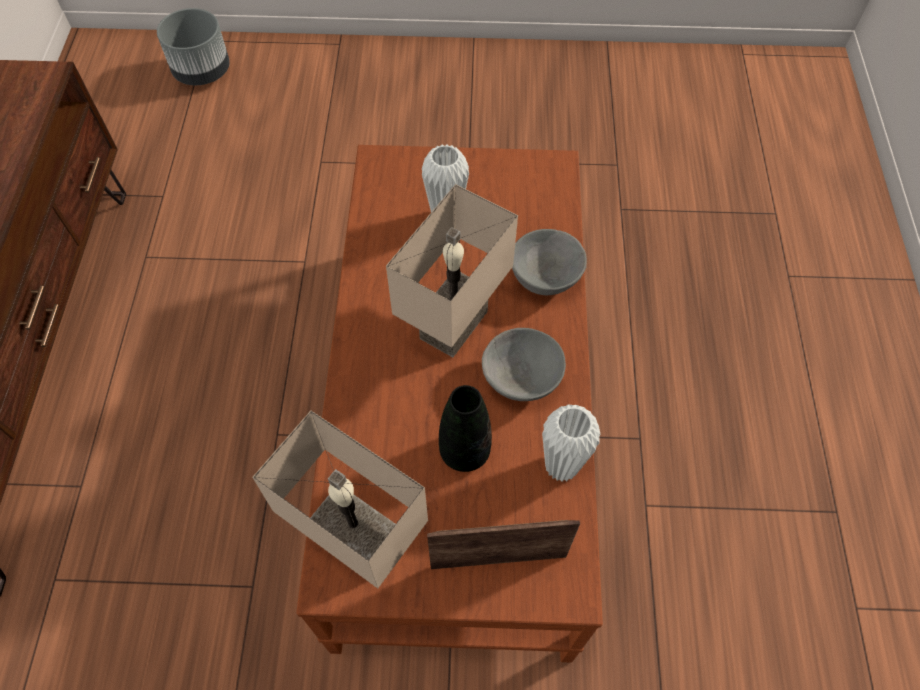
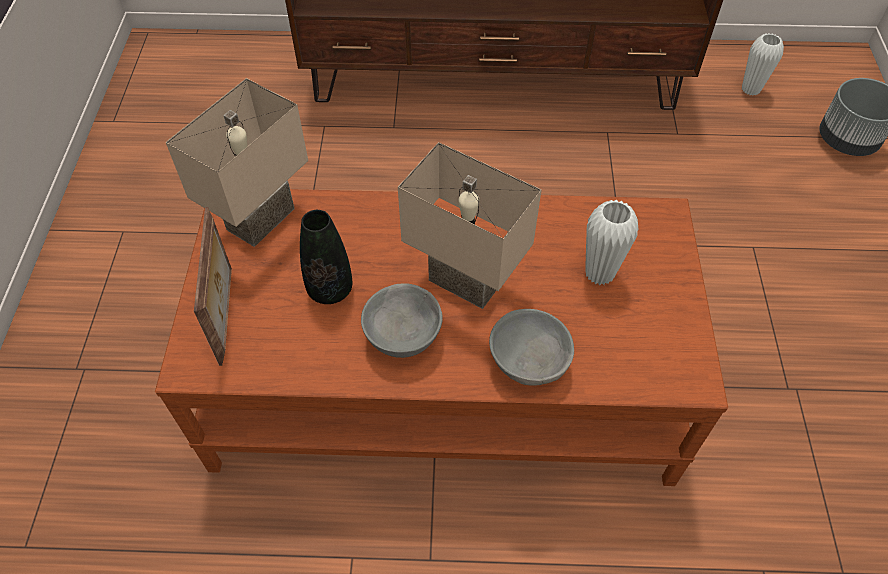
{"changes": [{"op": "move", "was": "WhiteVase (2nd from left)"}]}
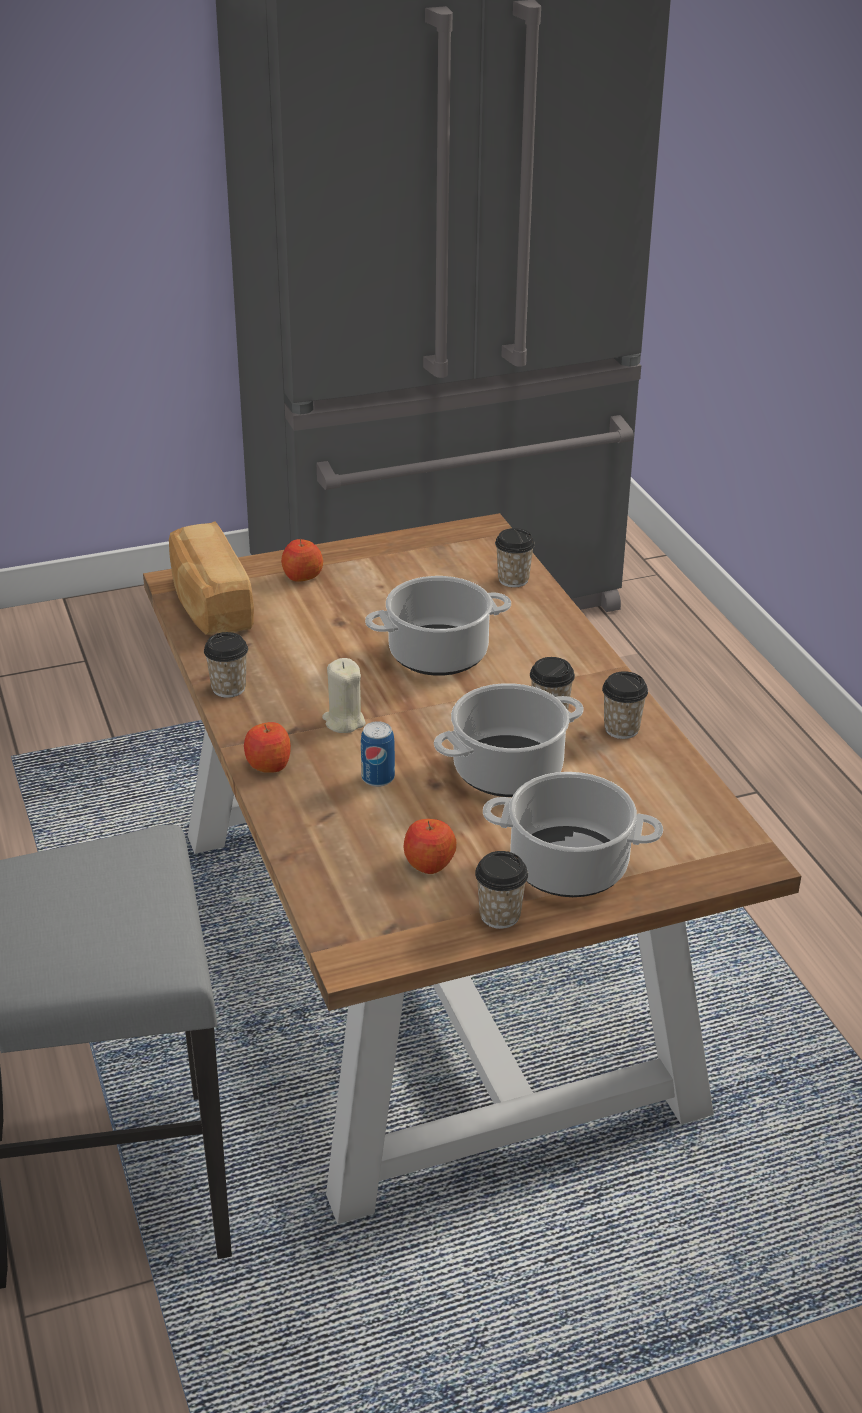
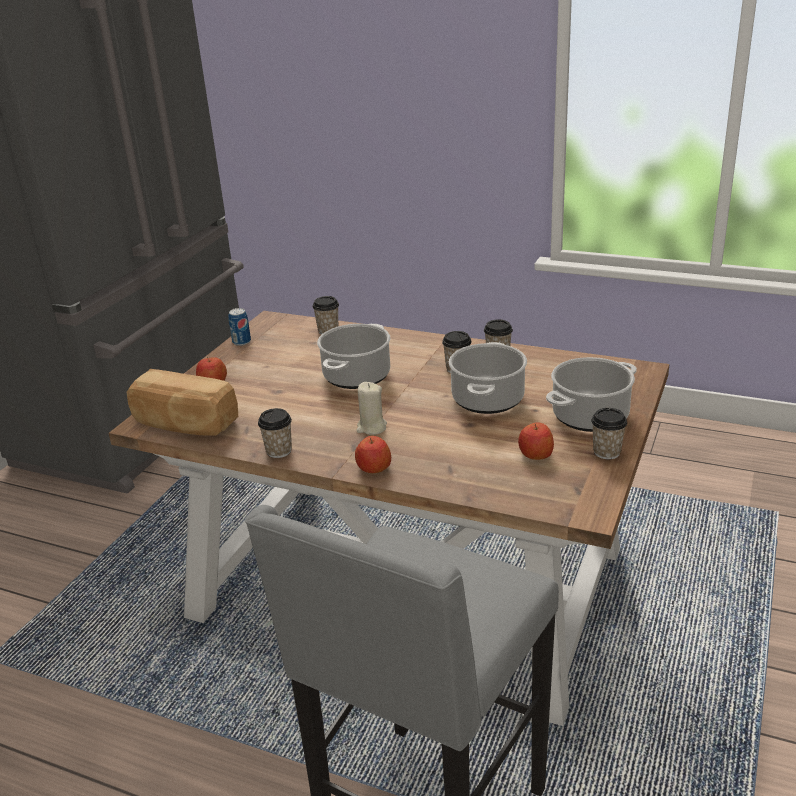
{"changes": [{"op": "move", "was": "SealedCan"}]}
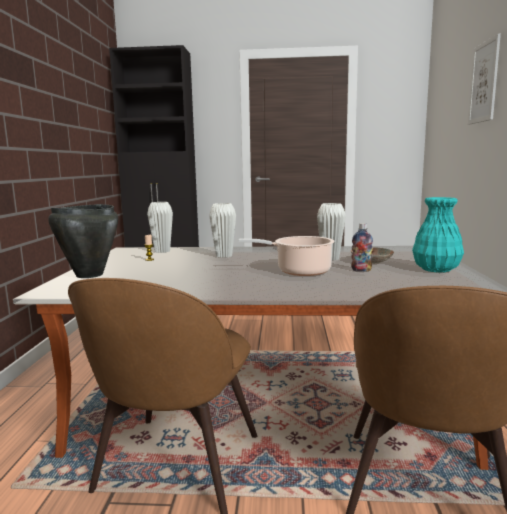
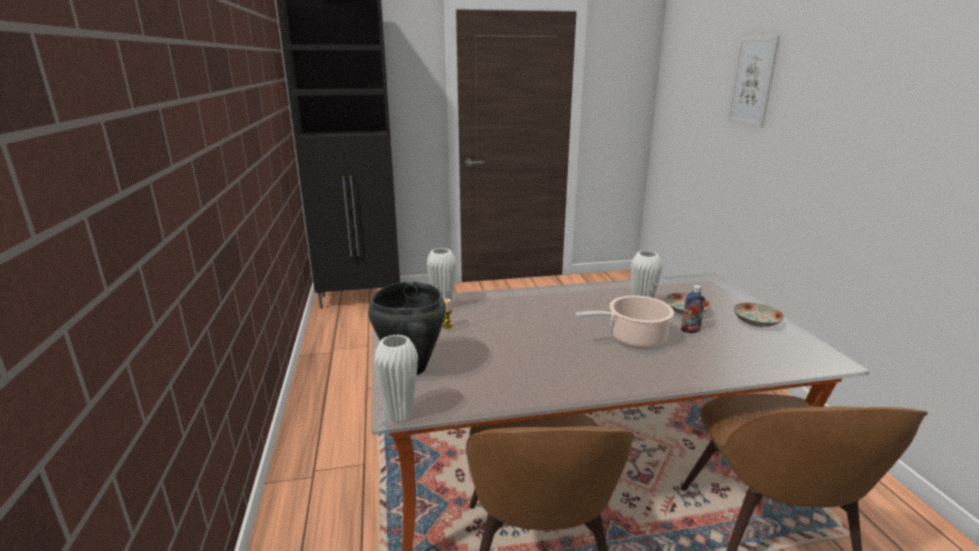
{"changes": [{"op": "move", "was": "WhiteVase (2nd from left in the first image)", "now": "WhiteVase (1st from left)"}, {"op": "replace", "was": "TurquoiseColouredVase", "now": "FlatDish (2nd from left)"}]}
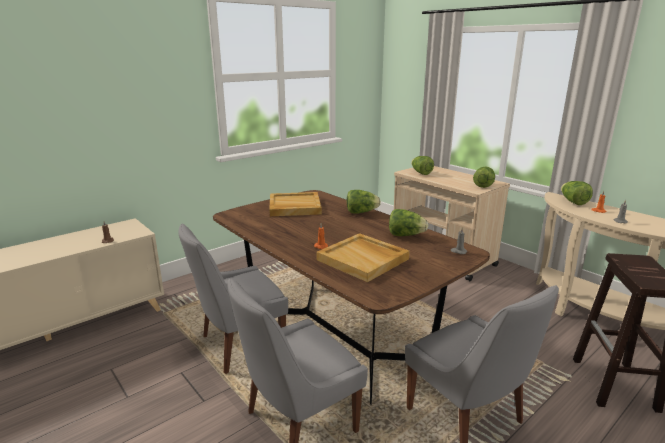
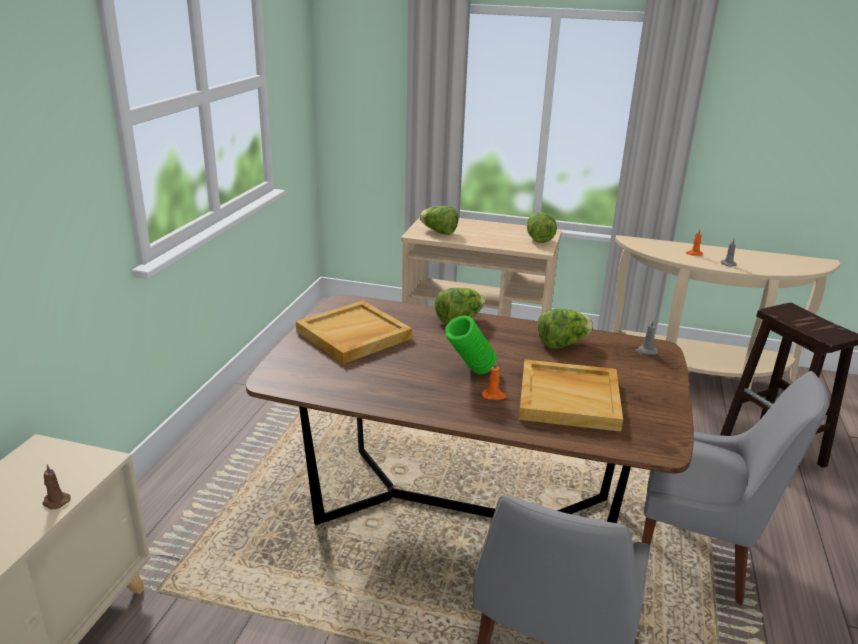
{"changes": [{"op": "delete", "was": "GreyishPlainChair (1st from left)"}, {"op": "delete", "was": "LettuceHead (5th from left)"}, {"op": "insert", "now": "GreenColouredVase"}]}
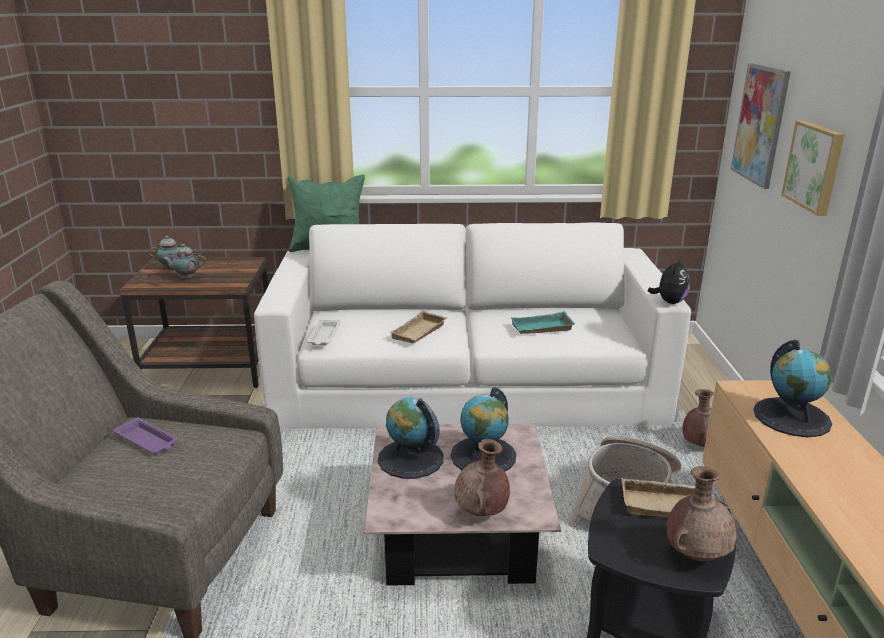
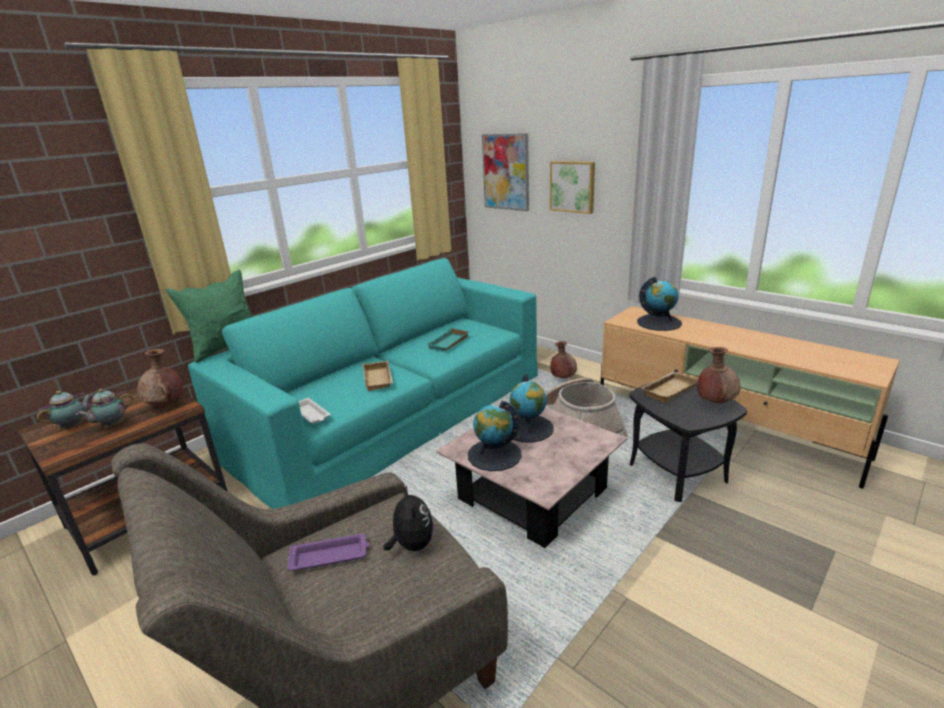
{"changes": [{"op": "move", "was": "BrownishVase (1st from left)"}, {"op": "move", "was": "SoftToy"}, {"op": "recolor", "was": "WhiteSettee", "now": "TurquoiseColouredSettee"}]}
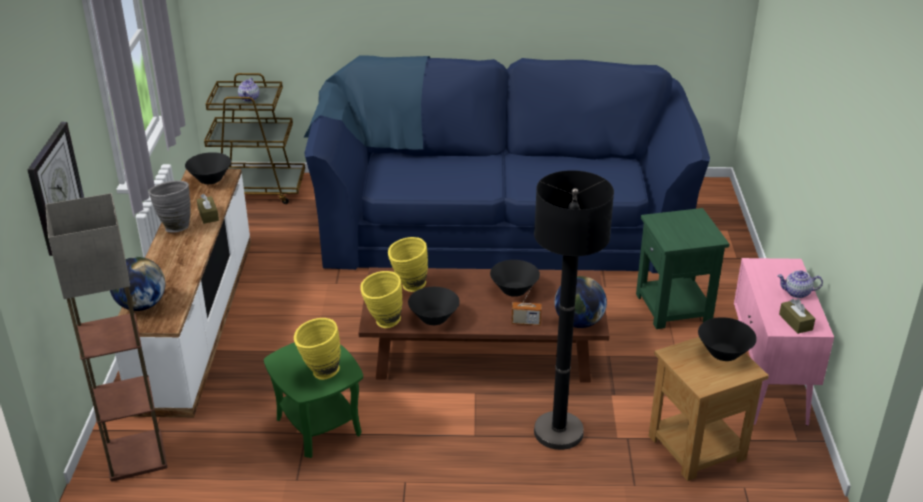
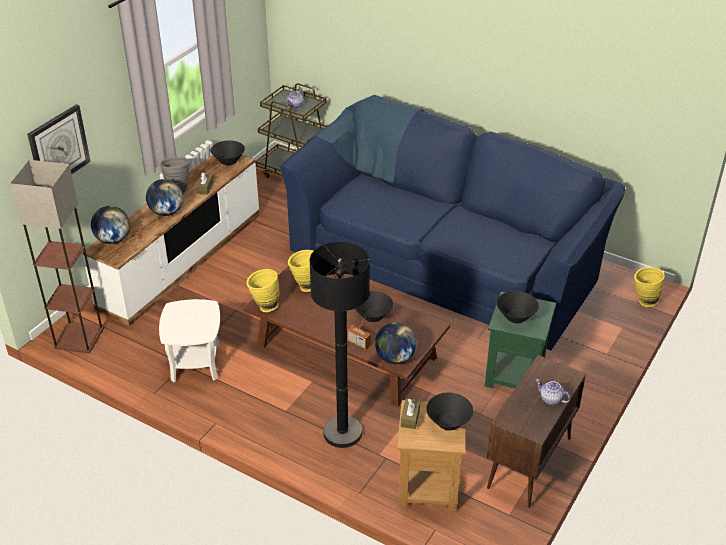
{"changes": [{"op": "insert", "now": "DeskGlobe (2nd from left)"}, {"op": "move", "was": "YellowColouredVase (1st from left in the first image)", "now": "YellowColouredVase (3rd from left)"}, {"op": "move", "was": "BlackishBowl (2nd from left in the first image)", "now": "BlackishBowl (4th from left)"}, {"op": "move", "was": "BrownishTissueBox (2nd from left)"}, {"op": "recolor", "was": "GreenColouredSideTable (1st from left)", "now": "WhiteSideTable"}, {"op": "recolor", "was": "PinkishCabinet", "now": "BrownishCabinet"}]}
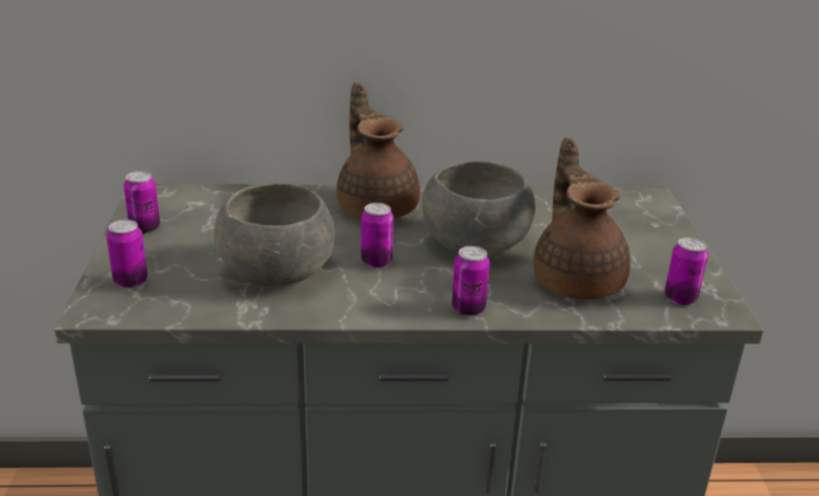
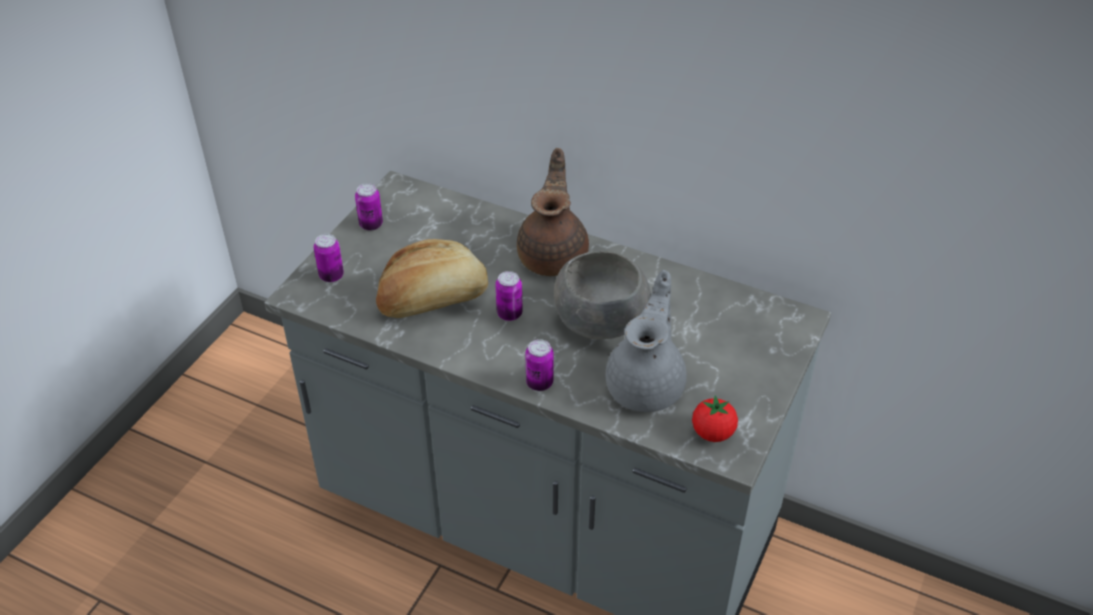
{"changes": [{"op": "replace", "was": "GreyishBowl (1st from left)", "now": "BakeryBread"}, {"op": "replace", "was": "SealedCan (5th from left)", "now": "WholeTomato"}, {"op": "recolor", "was": "BrownishTeaPot (2nd from left)", "now": "GreyishTeaPot"}]}
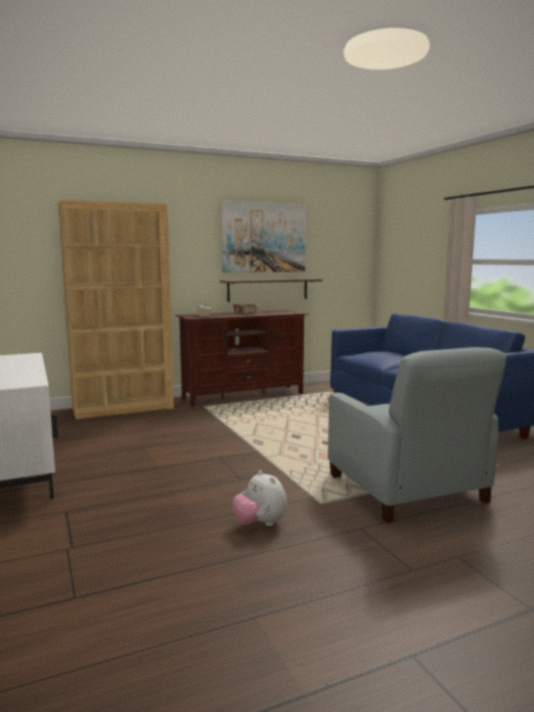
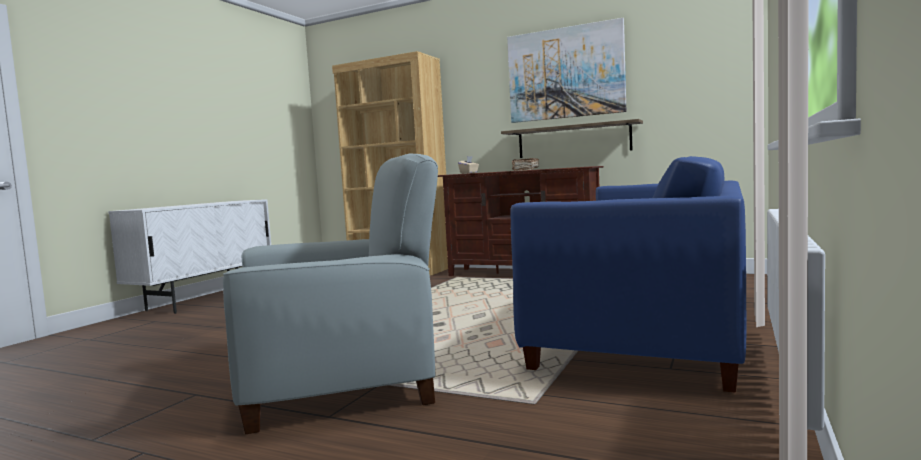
{"changes": [{"op": "delete", "was": "SoftToy"}, {"op": "rotate", "was": "GreyishArmchair", "clockwise": -135}]}
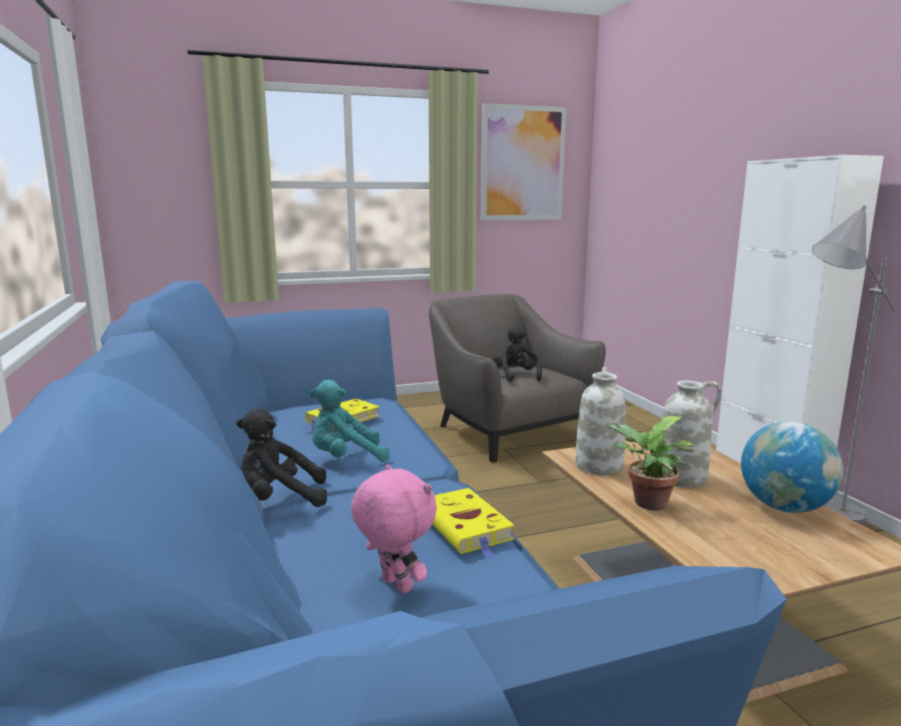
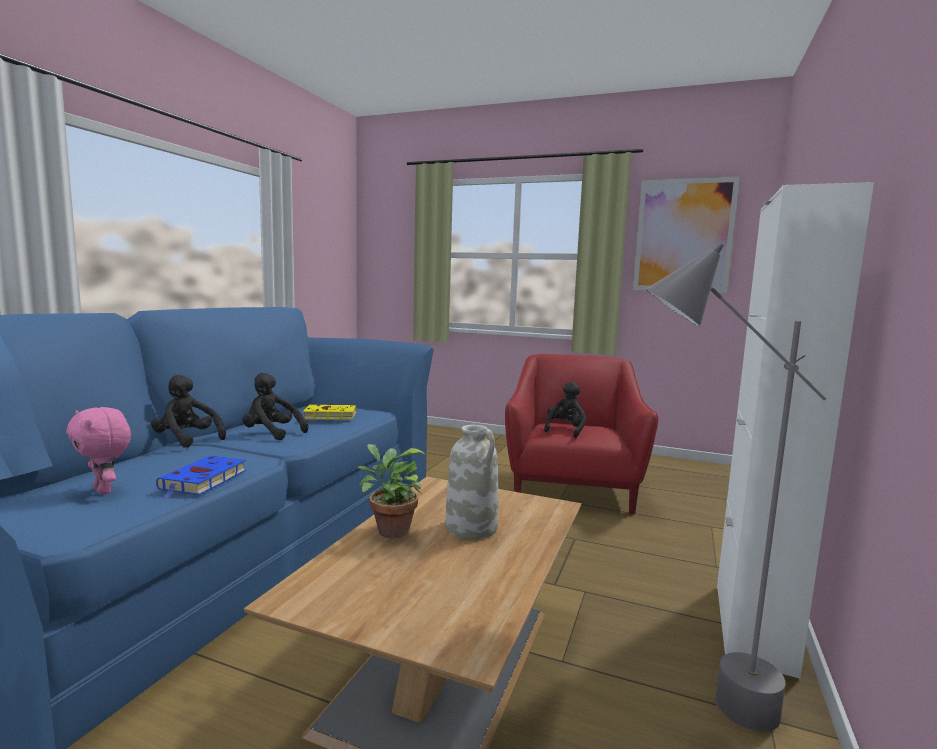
{"changes": [{"op": "delete", "was": "WhiteVase (1st from left)"}, {"op": "delete", "was": "DeskGlobe"}, {"op": "recolor", "was": "TurquoiseColouredSoftToy", "now": "BlackishSoftToy (2nd from left)"}, {"op": "recolor", "was": "GreyishArmchair", "now": "ReddishArmchair"}, {"op": "recolor", "was": "YellowColouredBoundBook (2nd from left)", "now": "BluishBoundBook"}, {"op": "rotate", "was": "PinkishSoftToy", "clockwise": 135}]}
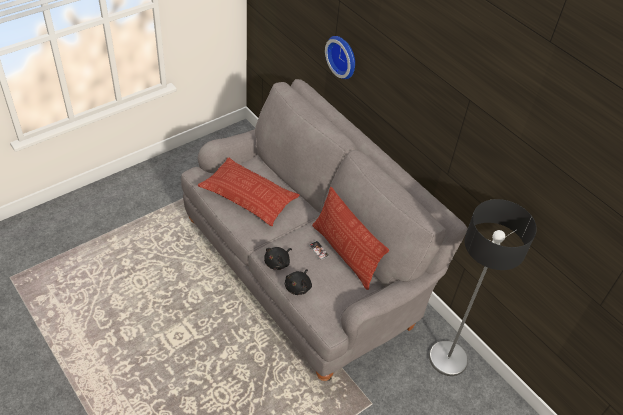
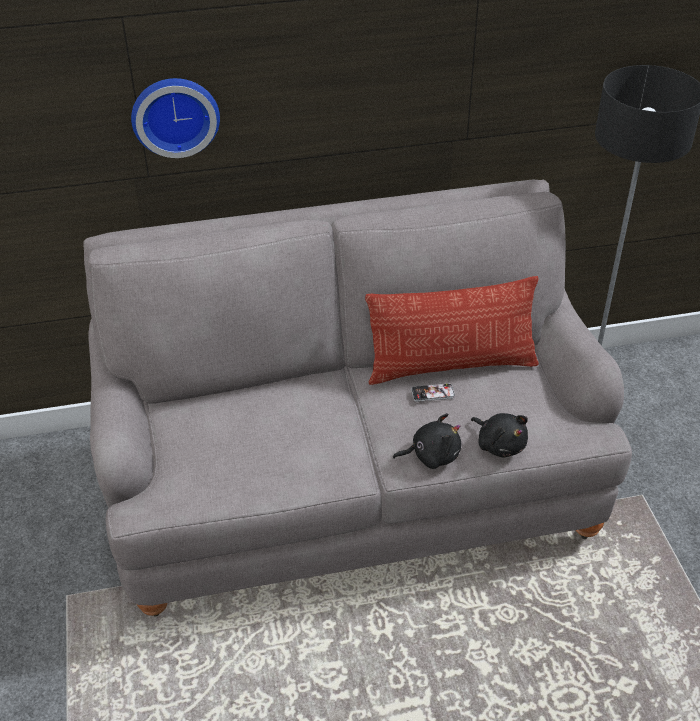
{"changes": [{"op": "delete", "was": "Cushion (1st from left)"}, {"op": "rotate", "was": "BlackishSoftToy (1st from left)", "clockwise": -75}]}
